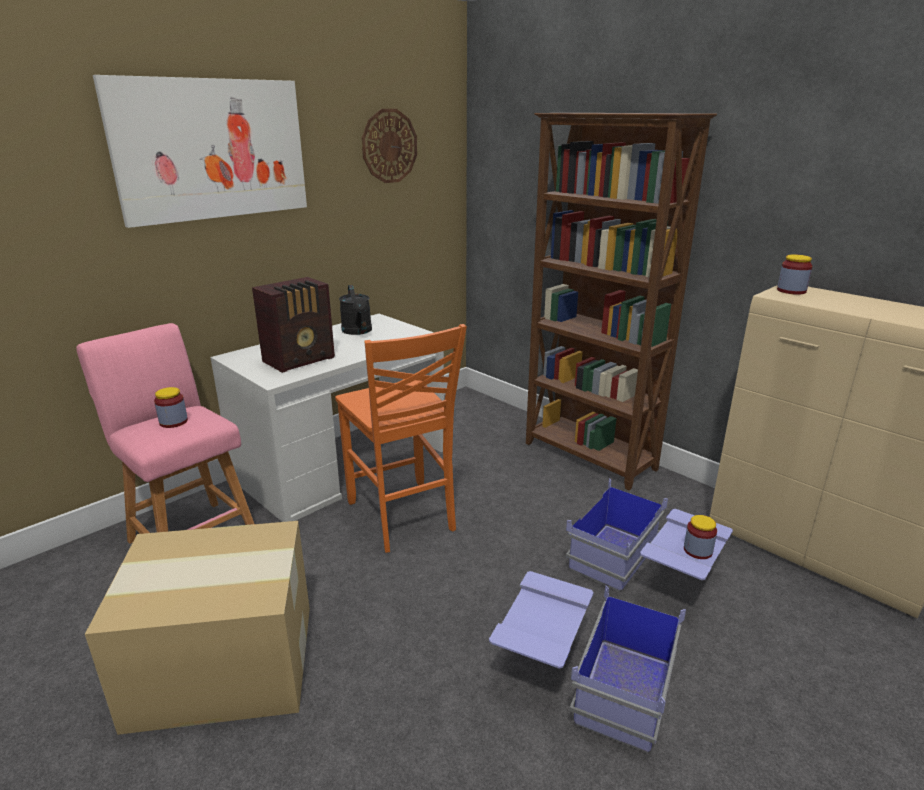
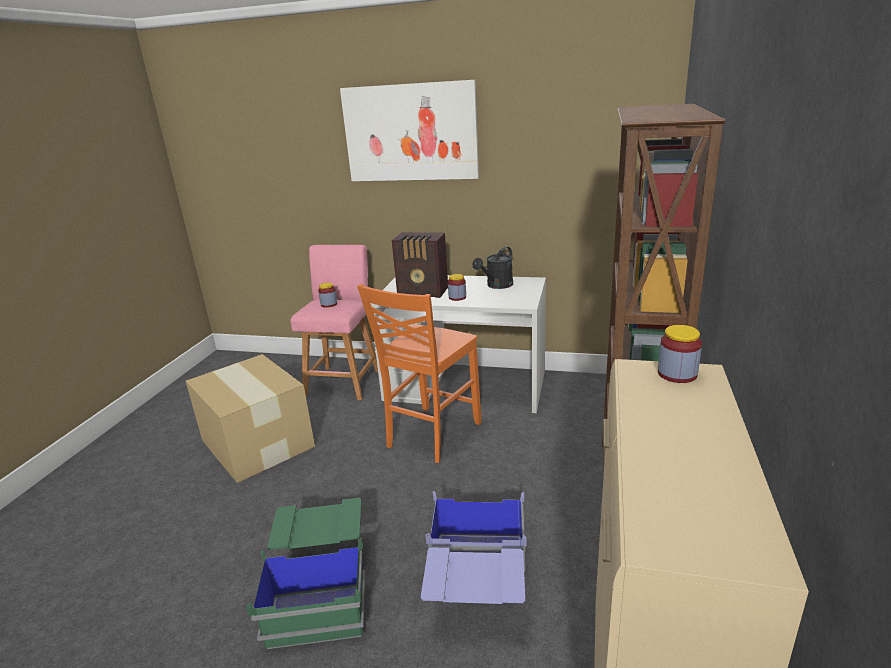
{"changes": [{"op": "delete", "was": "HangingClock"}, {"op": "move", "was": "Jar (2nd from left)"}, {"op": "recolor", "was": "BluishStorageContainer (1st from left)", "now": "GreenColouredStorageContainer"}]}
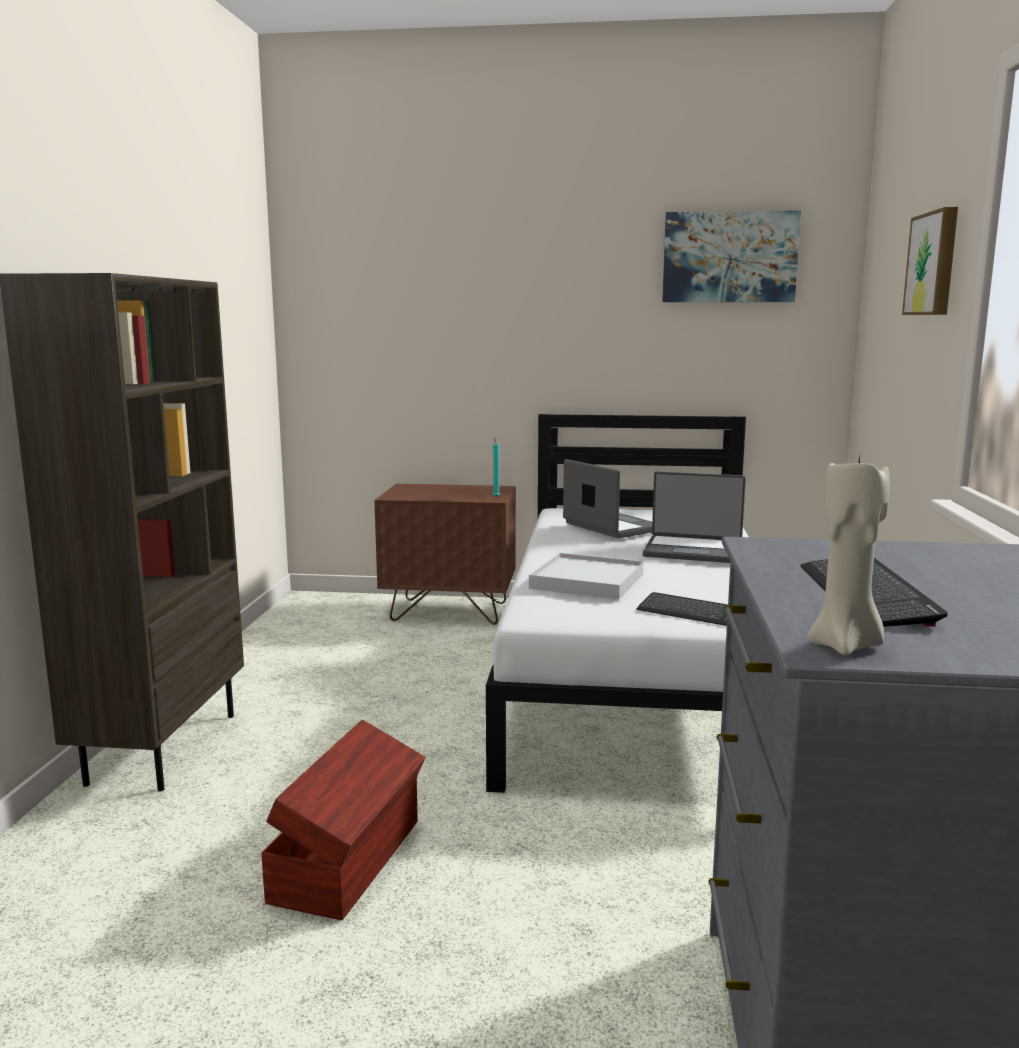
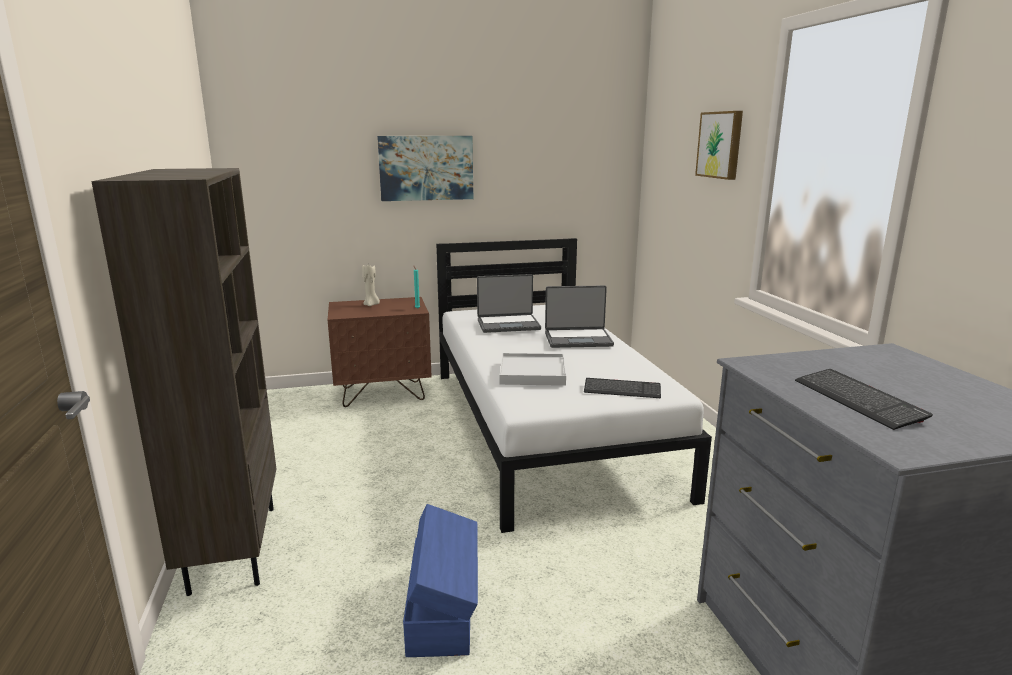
{"changes": [{"op": "move", "was": "WallArt (1st from left)"}, {"op": "move", "was": "SandColouredWaxCandle"}, {"op": "recolor", "was": "BrownishStorageContainer", "now": "BluishStorageContainer"}, {"op": "rotate", "was": "PortableComputer (1st from left)", "clockwise": 135}]}
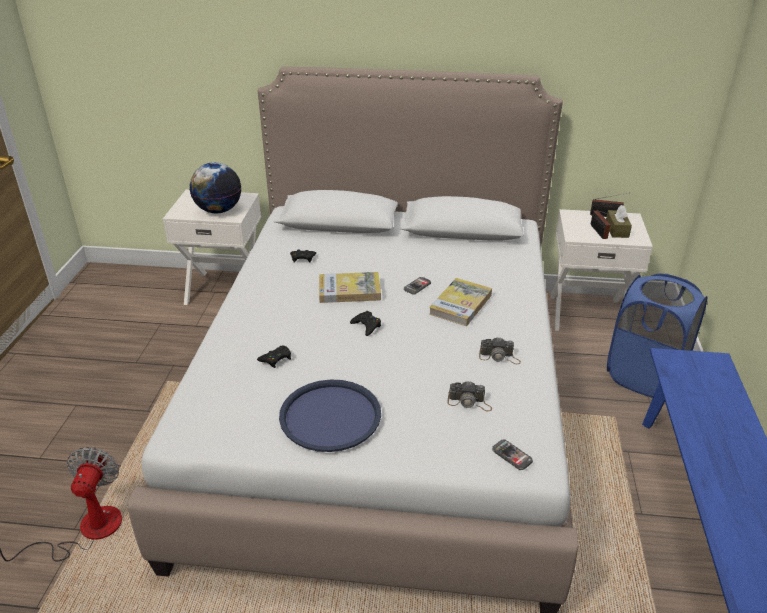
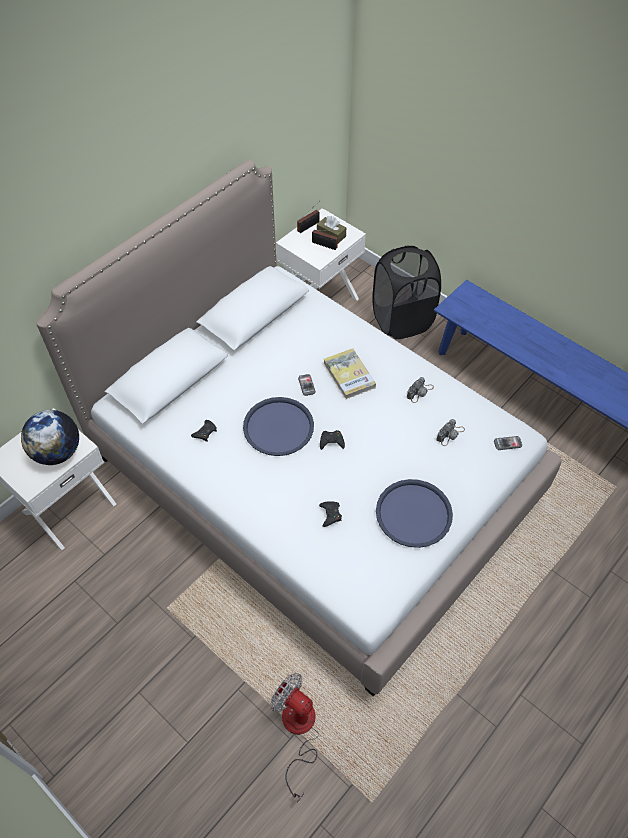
{"changes": [{"op": "replace", "was": "BoundBook (1st from left)", "now": "BluishTray (1st from left)"}, {"op": "recolor", "was": "BluishHamper", "now": "BlackishHamper"}]}
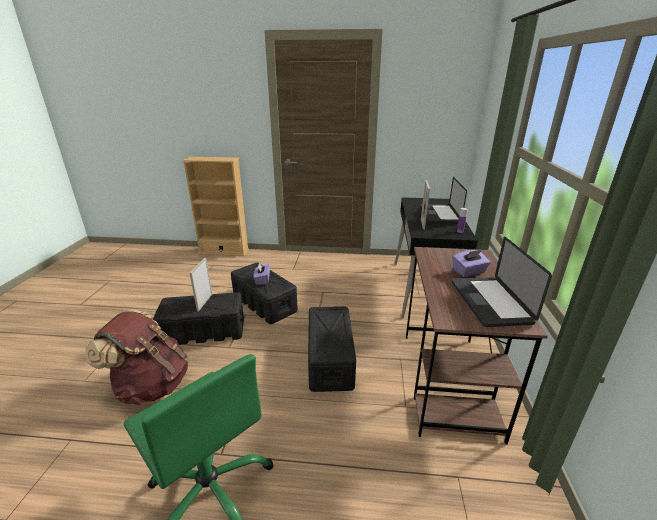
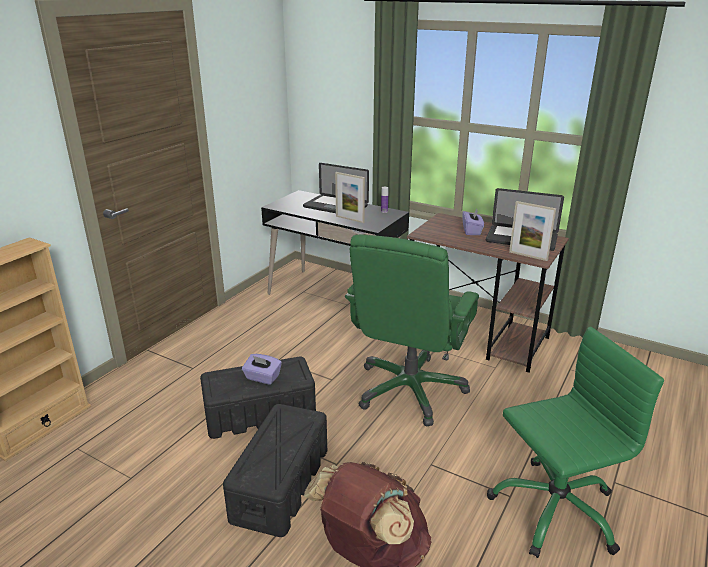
{"changes": [{"op": "move", "was": "StandingFrame (1st from left in the first image)", "now": "StandingFrame (2nd from left)"}, {"op": "replace", "was": "BlackishStorageContainer (3rd from left)", "now": "GreenColouredDeskChair (1st from left)"}]}
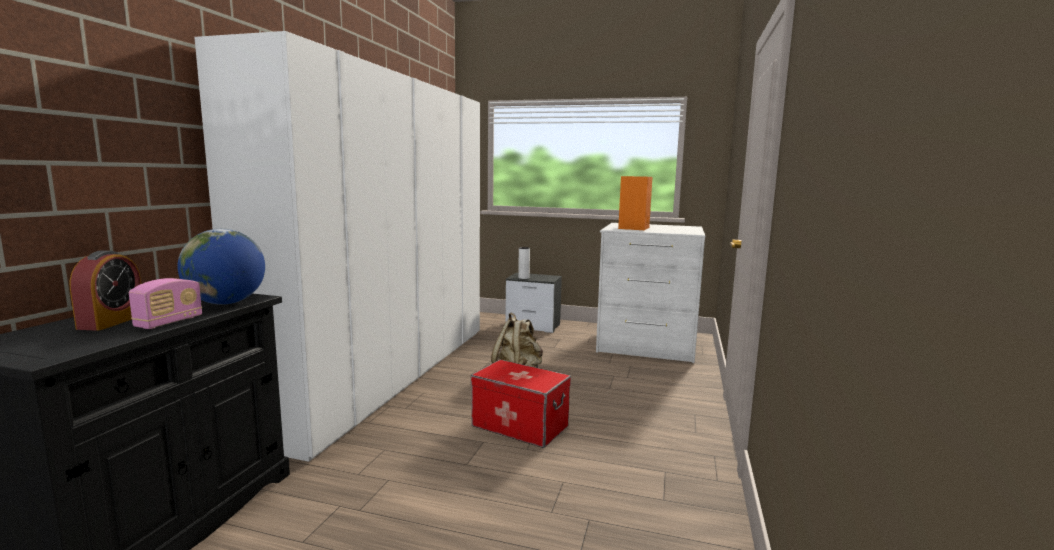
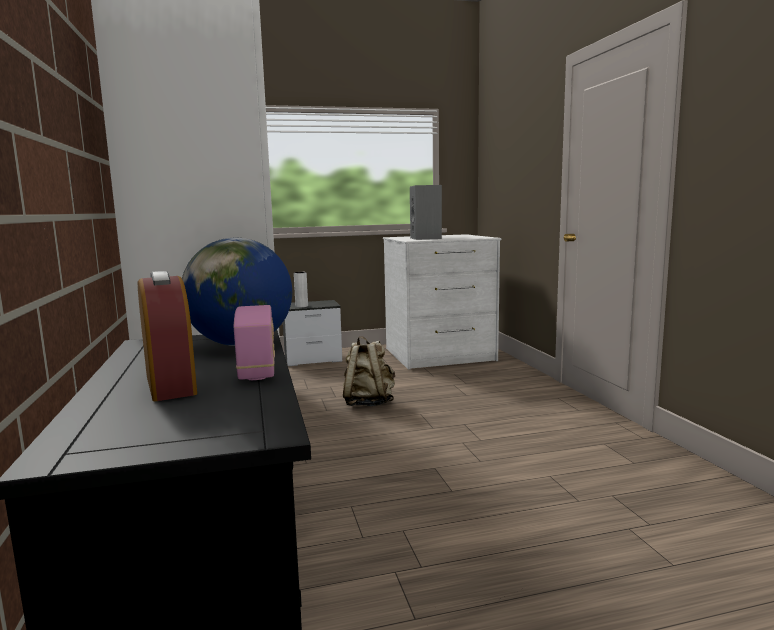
{"changes": [{"op": "delete", "was": "StorageContainer"}, {"op": "recolor", "was": "OrangeyLoudspeaker", "now": "GreyishLoudspeaker"}]}
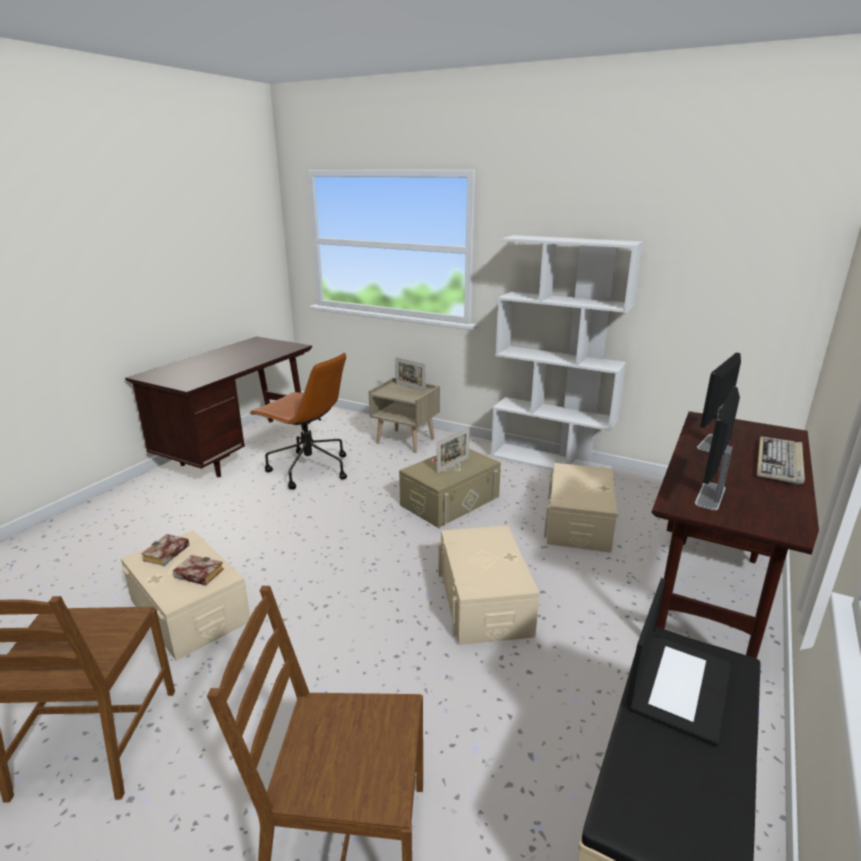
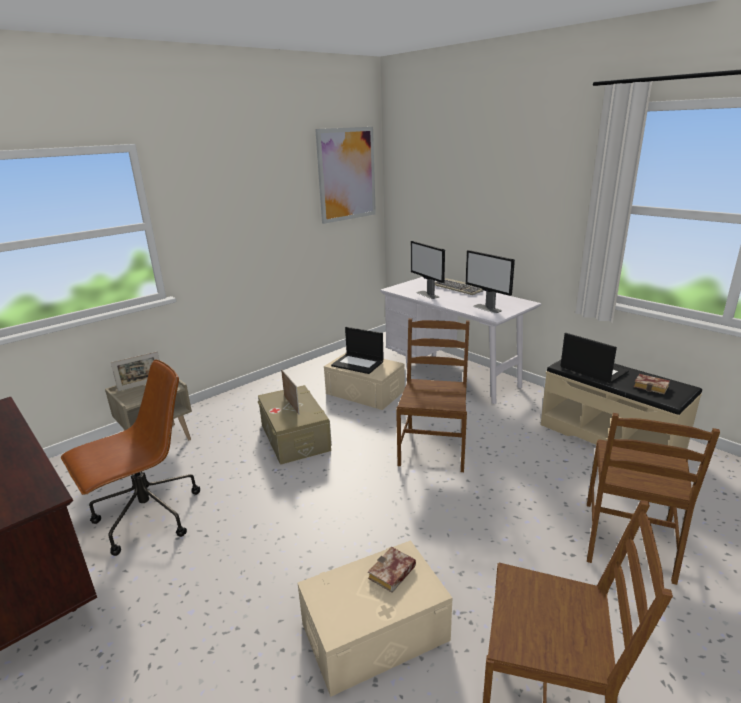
{"changes": [{"op": "delete", "was": "WhiteShelvingUnit"}, {"op": "insert", "now": "WallArt"}, {"op": "insert", "now": "PortableComputer (1st from left)"}, {"op": "move", "was": "BoundBook (1st from left in the first image)", "now": "BoundBook (2nd from left)"}, {"op": "replace", "was": "SandColouredStorageContainer (3rd from left)", "now": "BrownishPlainChair (1st from left)"}, {"op": "recolor", "was": "BrownishDeskTable (2nd from left)", "now": "WhiteDeskTable"}]}
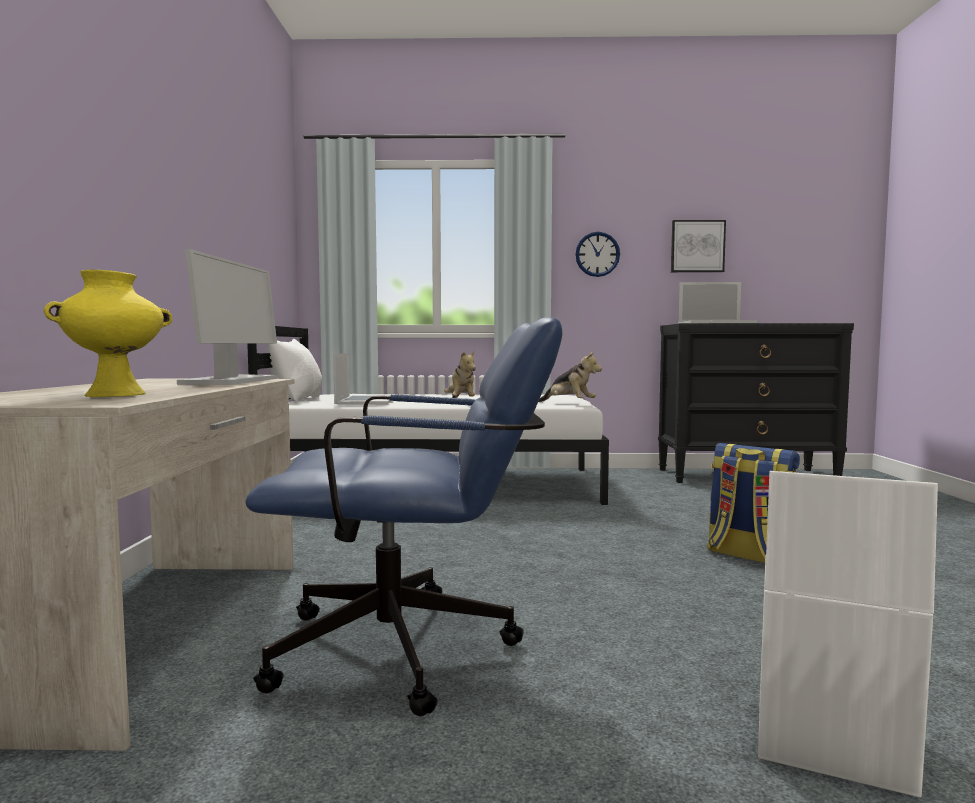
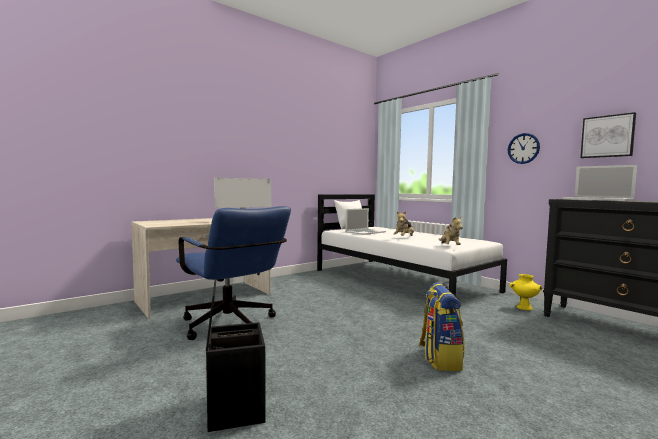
{"changes": [{"op": "move", "was": "YellowColouredVase"}, {"op": "recolor", "was": "WhiteStorageContainer", "now": "BlackishStorageContainer"}]}
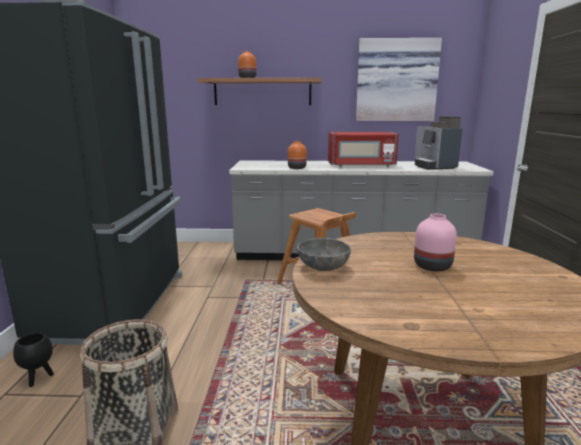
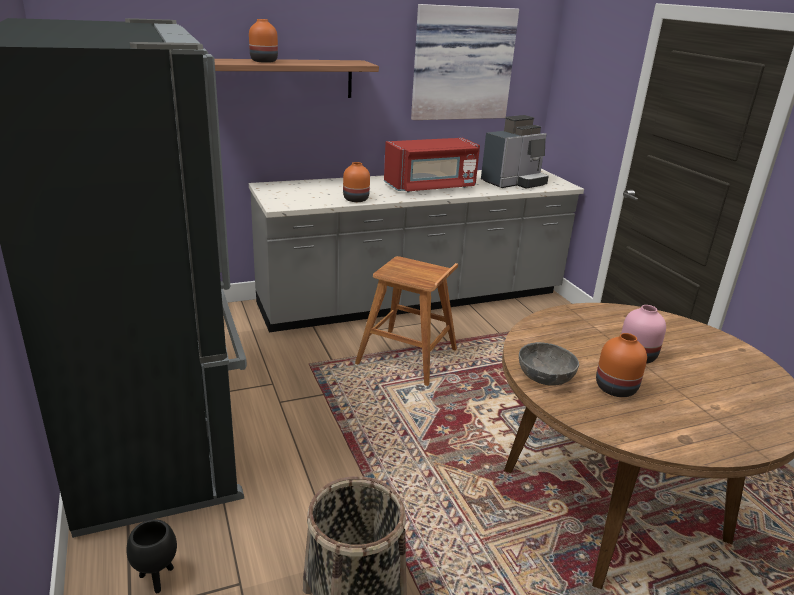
{"changes": [{"op": "insert", "now": "OrangeyVase (3rd from left)"}, {"op": "rotate", "was": "CoffeeMaker", "clockwise": -90}]}
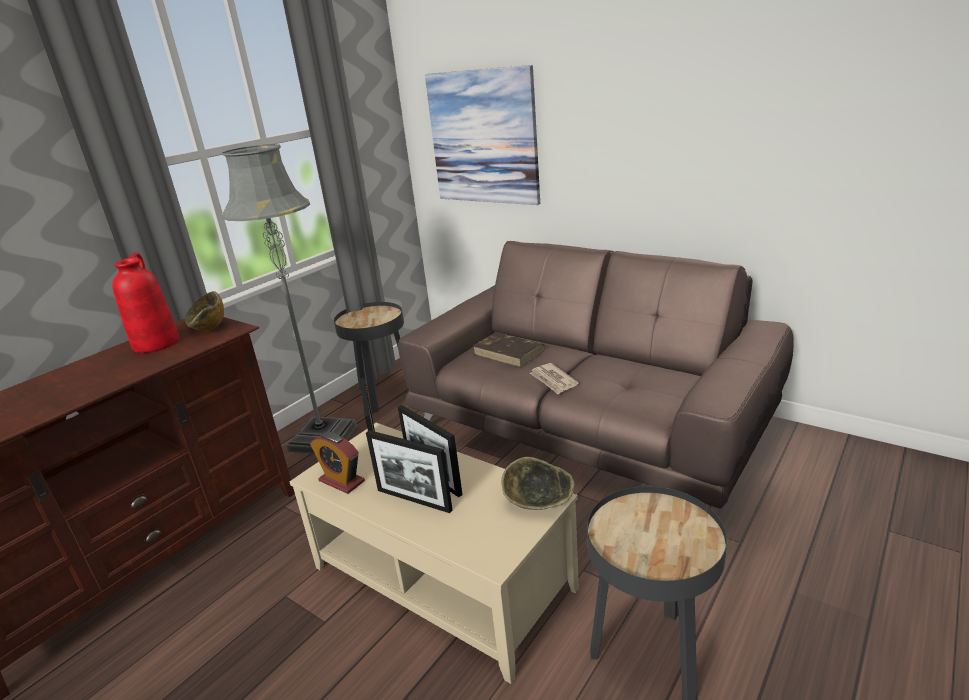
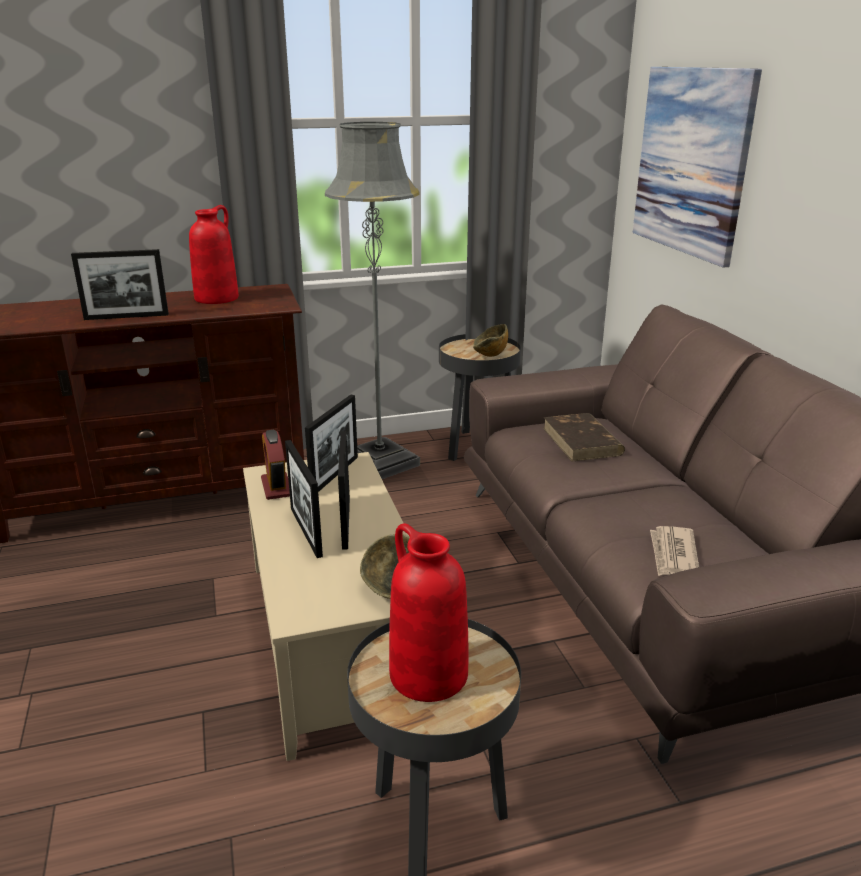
{"changes": [{"op": "insert", "now": "StandingFrame (1st from left)"}, {"op": "insert", "now": "ReddishVase (2nd from left)"}, {"op": "move", "was": "Bowl (1st from left in the first image)", "now": "Bowl (2nd from left)"}, {"op": "move", "was": "PrintedPaper"}]}
